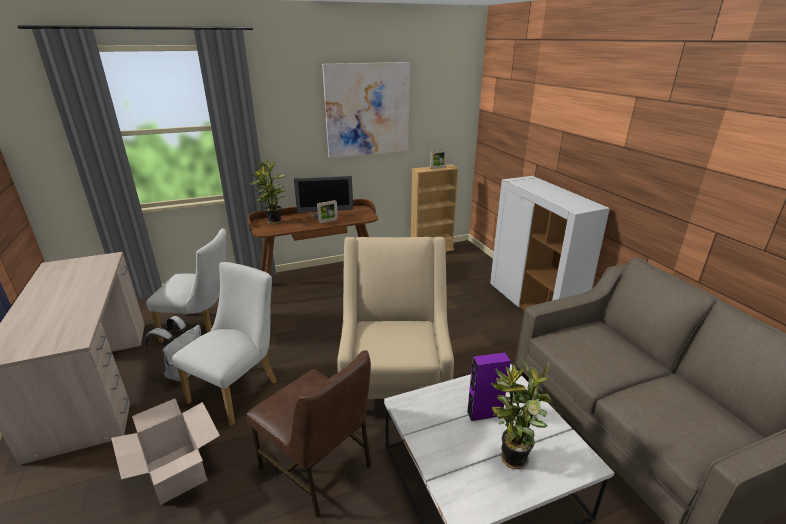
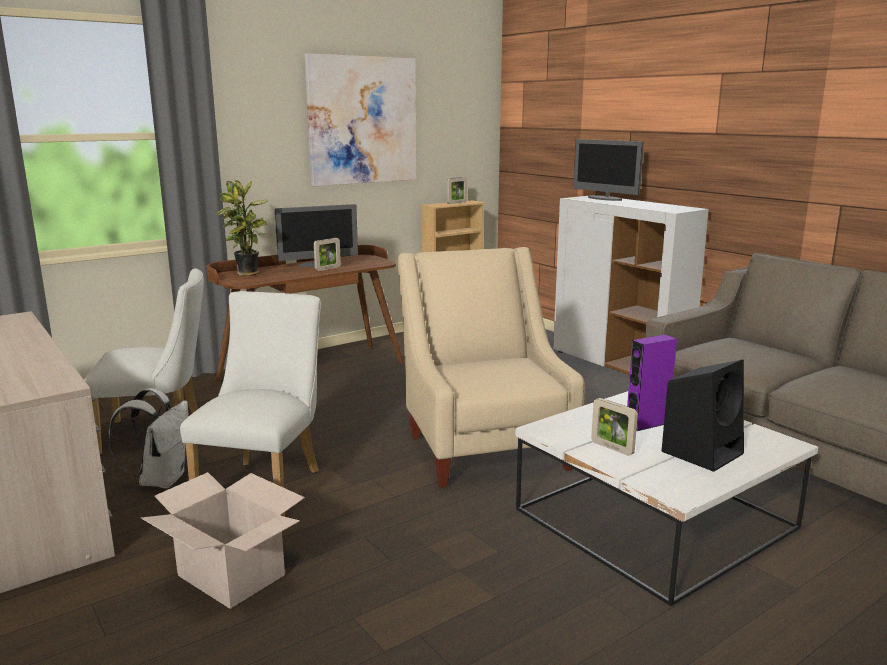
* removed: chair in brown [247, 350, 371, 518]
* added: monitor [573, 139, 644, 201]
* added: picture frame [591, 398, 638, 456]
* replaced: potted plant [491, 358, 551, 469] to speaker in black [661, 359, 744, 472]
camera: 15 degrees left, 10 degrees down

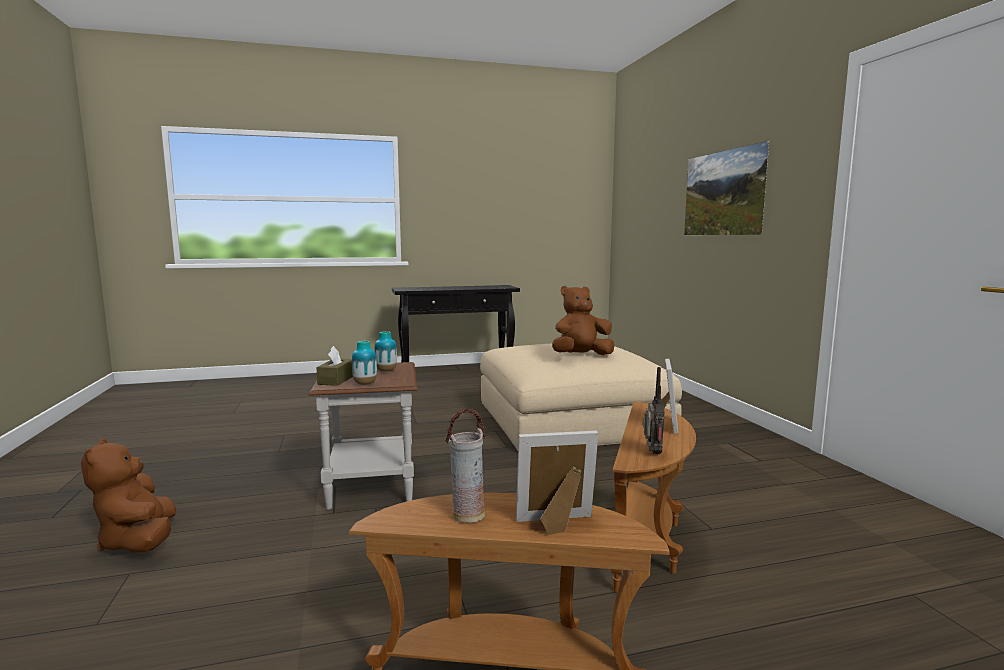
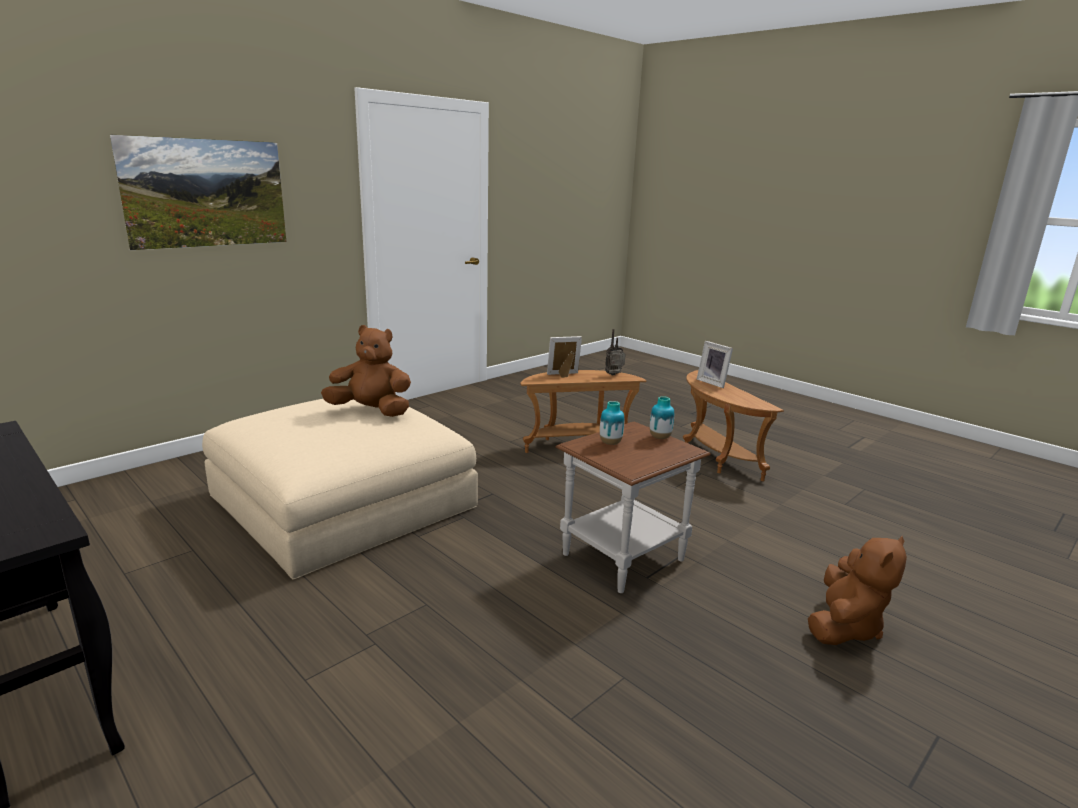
* removed: tissue box in brown [316, 346, 353, 386]
* removed: vase [445, 408, 486, 523]
* turned: plush toy in brown [552, 286, 614, 355] = [321, 325, 411, 417] 150 degrees clockwise
camera: 120 degrees left, 10 degrees up

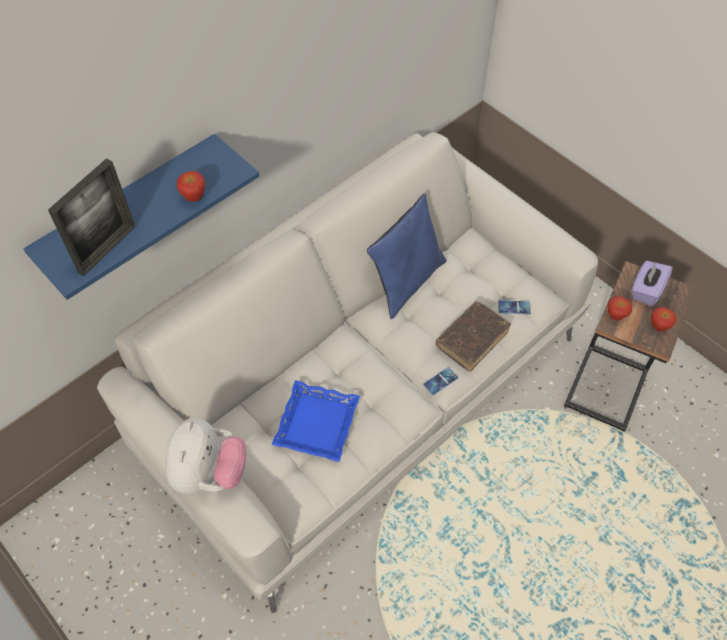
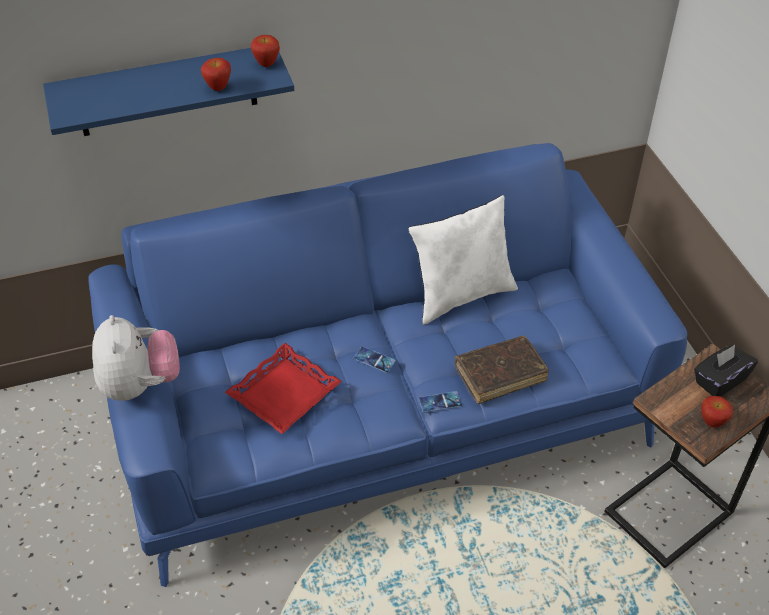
* removed: picture frame [48, 158, 136, 276]
* moved: phone [498, 300, 531, 315] to [354, 346, 396, 373]
* moved: apple [607, 296, 632, 321] to [251, 35, 280, 67]
* recoloured: sofa in white [97, 132, 598, 613] to sofa in blue [88, 143, 687, 587]
* recoloured: tray in blue [272, 380, 360, 462] to tray in red [225, 343, 342, 434]
* recoloured: pillow in blue [367, 193, 447, 319] to pillow in white [408, 195, 518, 325]
* recoloured: tissue box in purple [632, 261, 672, 306] to tissue box in black [694, 345, 758, 397]
* turned: plush toy [166, 418, 246, 494] = [92, 315, 180, 401] 45 degrees counterclockwise
camera: 25 degrees right, 10 degrees down

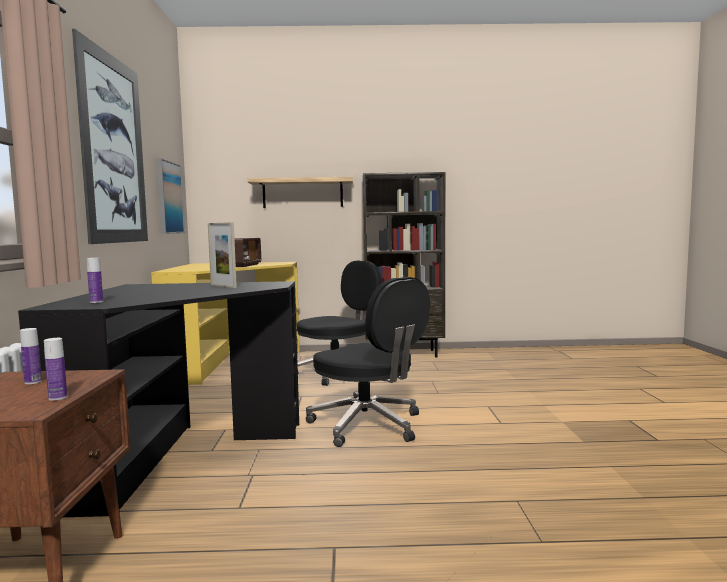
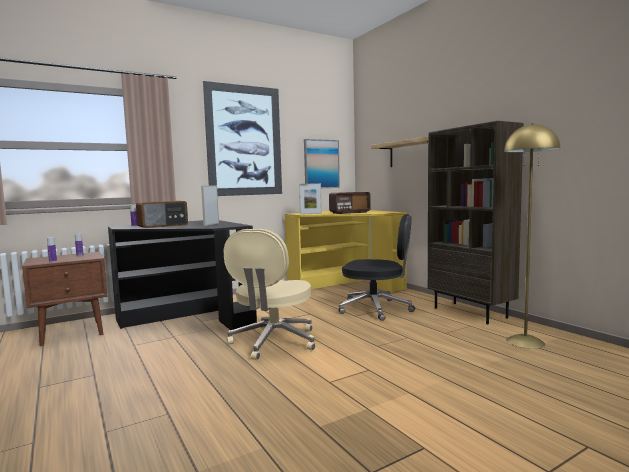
* added: radio [136, 201, 188, 228]
* added: picture frame [299, 183, 322, 215]
* added: floor lamp in yellow [504, 123, 560, 349]
* recoloured: office chair in black [306, 277, 430, 447] to office chair in beige [223, 229, 316, 360]
camera: 60 degrees right, 0 degrees up

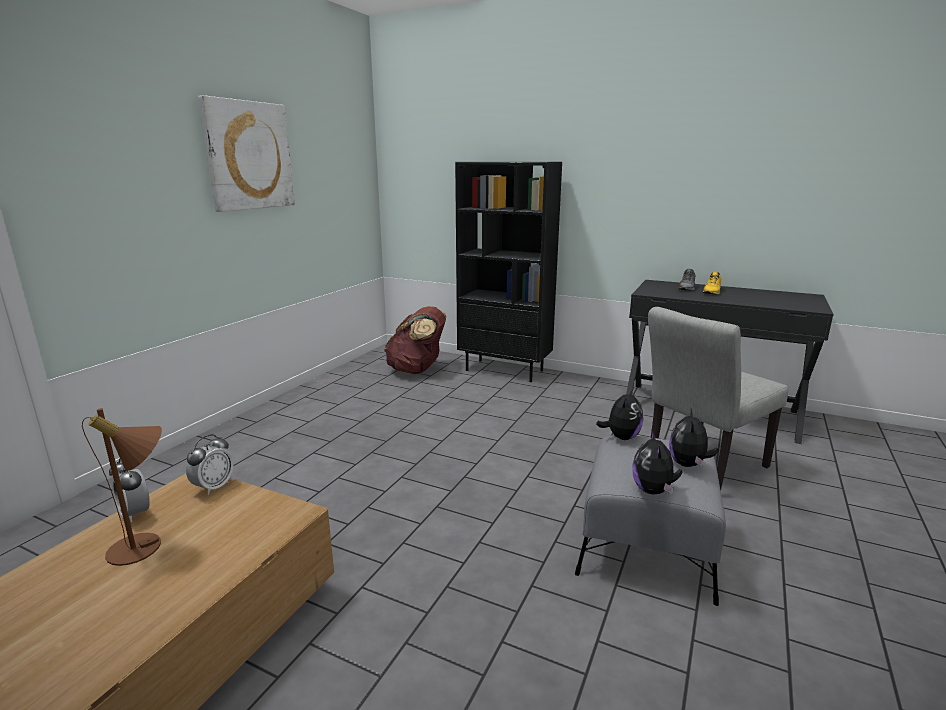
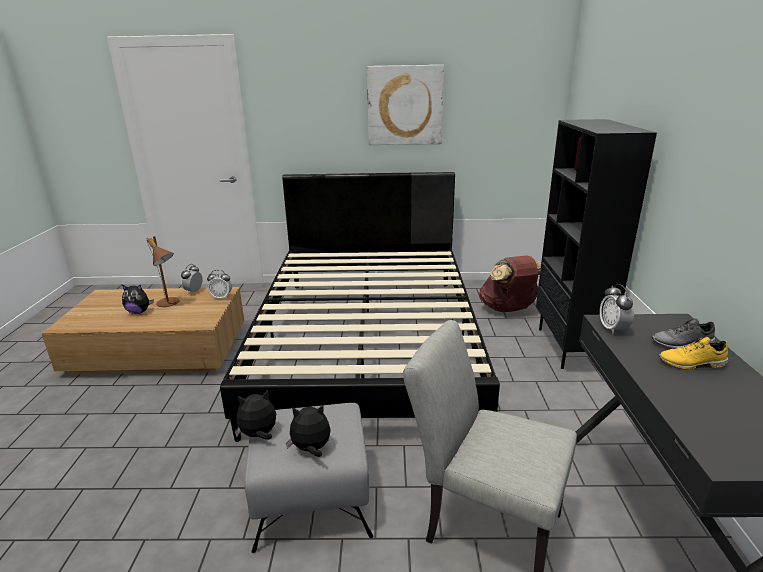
* added: bed in black [220, 172, 500, 442]
* added: alarm clock [600, 284, 634, 334]
* moved: plush toy [596, 389, 643, 440] to [122, 285, 154, 314]
camera: 65 degrees right, 5 degrees up

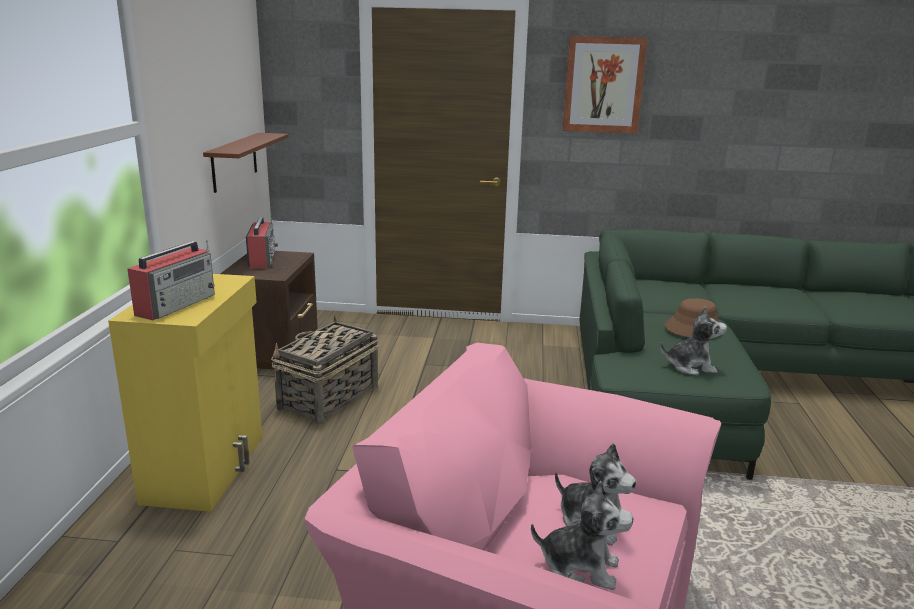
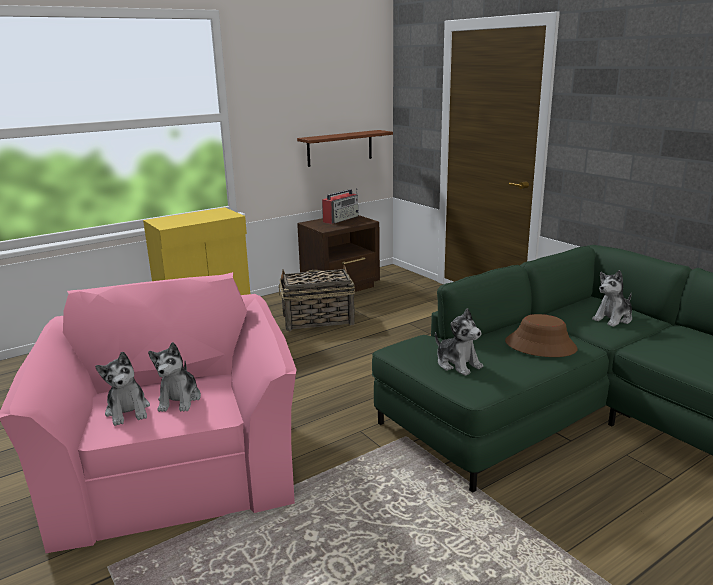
* removed: radio [127, 239, 215, 320]
* removed: picture [563, 36, 648, 134]
* added: plush toy [592, 270, 632, 327]
camera: 50 degrees right, 0 degrees up

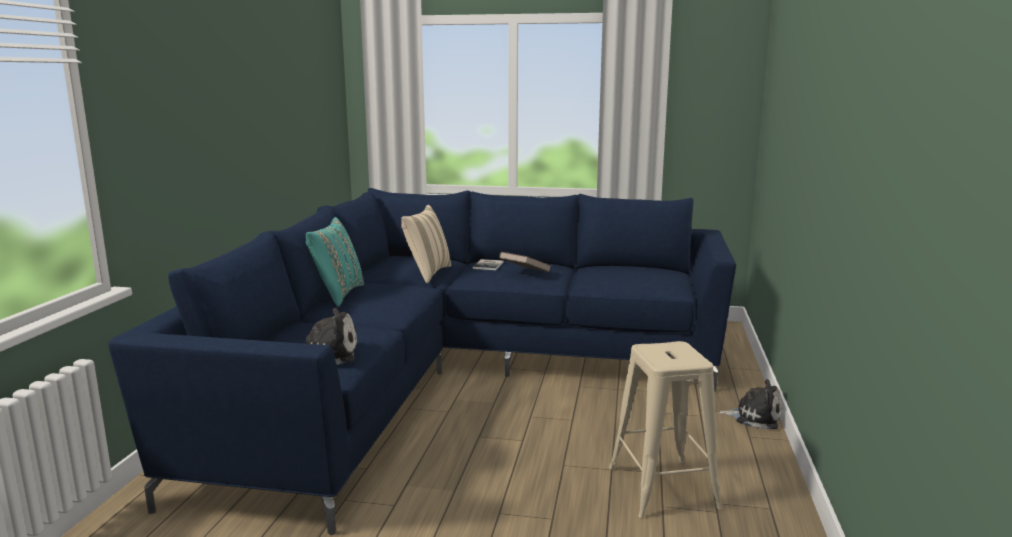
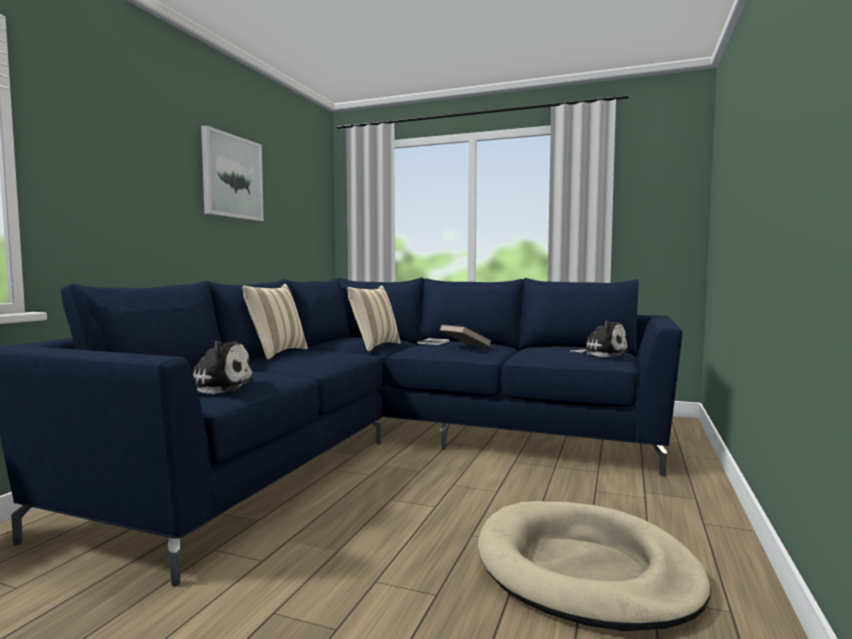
* added: picture [201, 126, 264, 221]
* moved: plush toy [718, 379, 782, 429] to [570, 320, 628, 357]
* replaced: stool in beige [609, 341, 722, 518] to dog bed in beige [478, 501, 711, 631]
* recoloured: pillow in turquoise [306, 217, 364, 307] to pillow in beige [242, 284, 308, 360]
camera: 10 degrees right, 10 degrees down

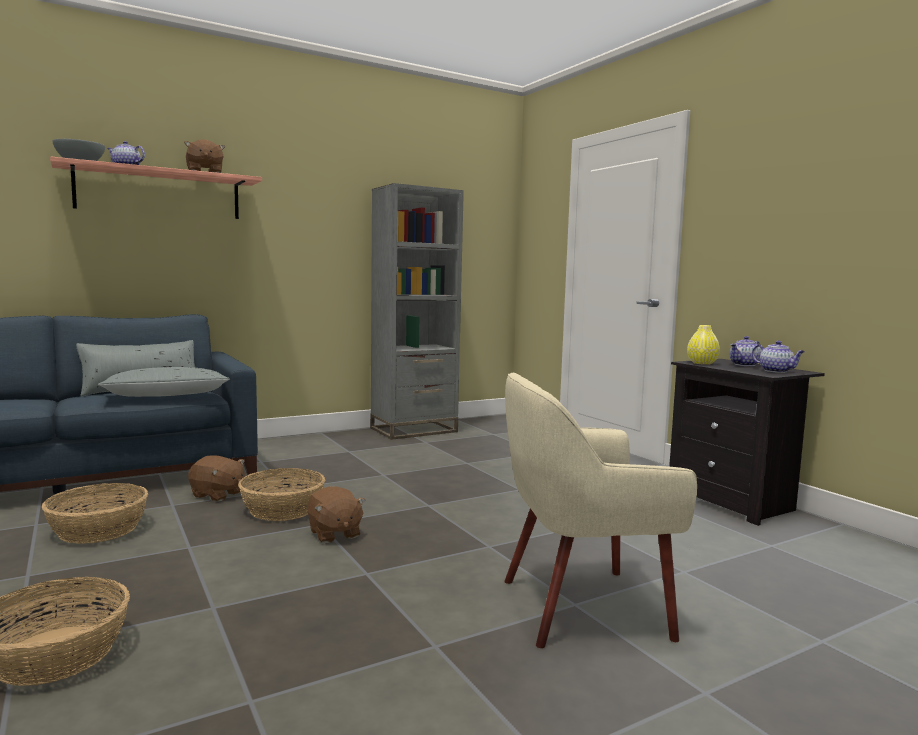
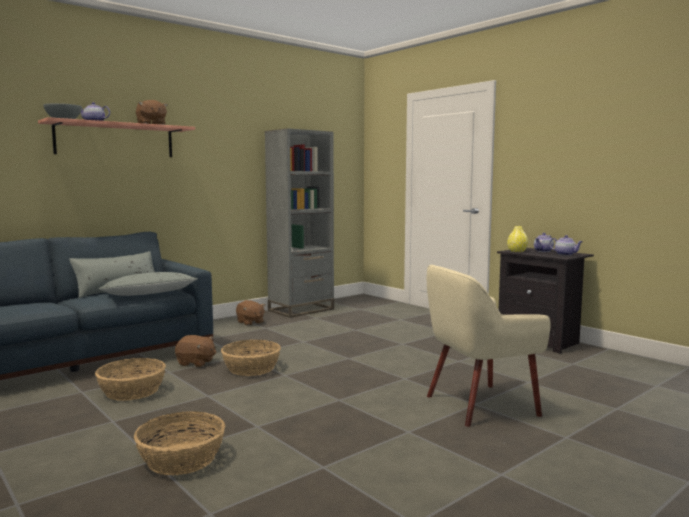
* moved: plush toy in brown [307, 486, 366, 543] to [236, 300, 265, 326]
camera: 10 degrees left, 0 degrees up

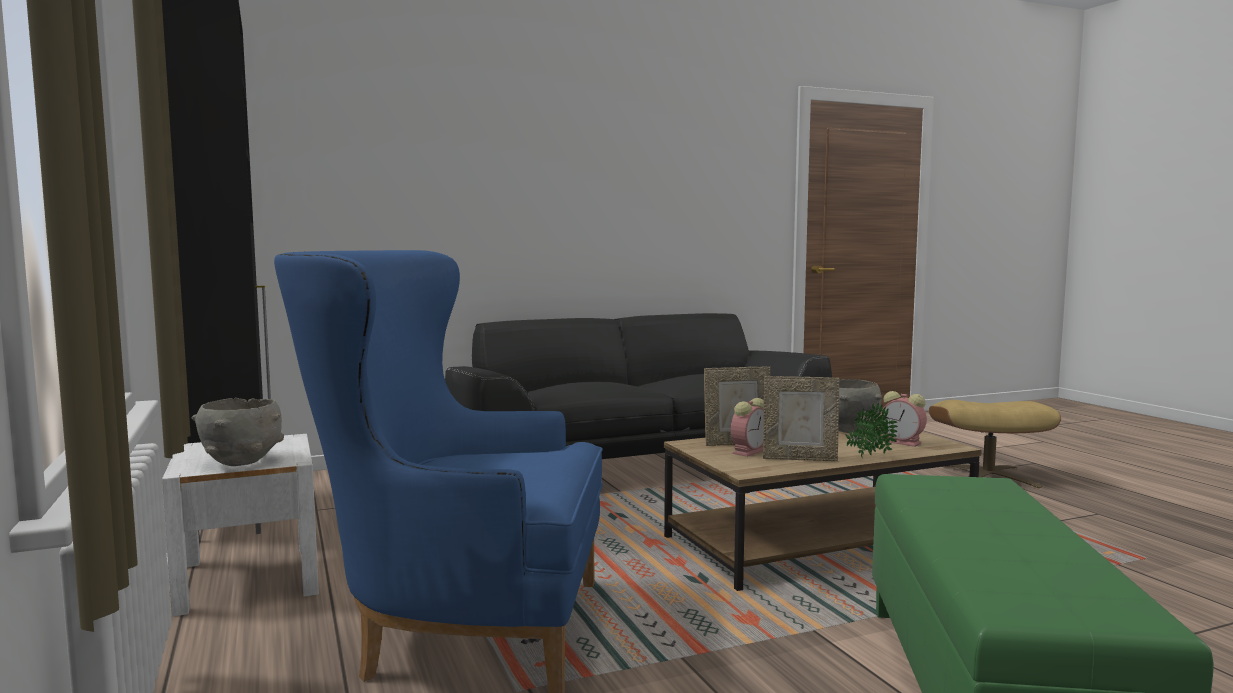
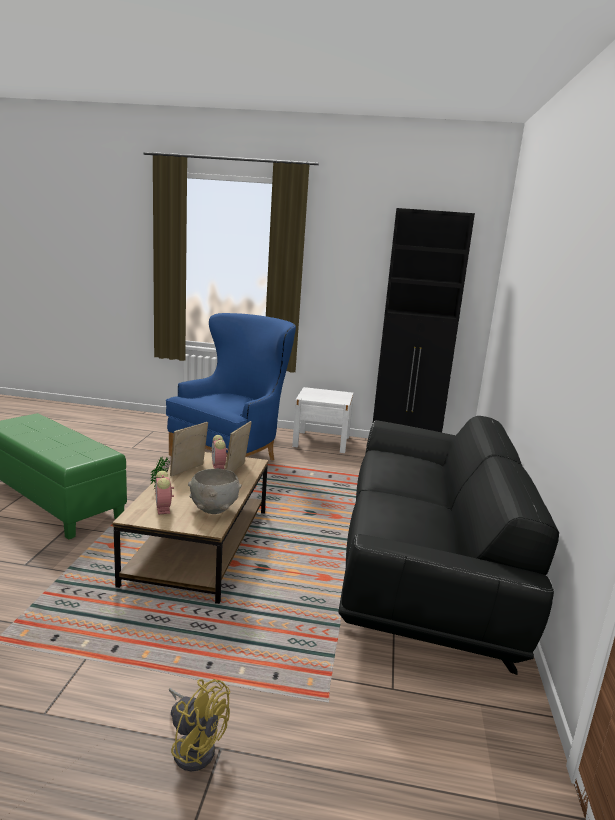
* removed: bowl in grey [192, 398, 284, 466]
* replaced: ottoman in beige [929, 400, 1061, 489] to fan in yellow [169, 679, 230, 772]
* turned: alarm clock [881, 391, 927, 447] = [155, 471, 174, 515] 90 degrees counterclockwise
camera: 120 degrees right, 10 degrees up

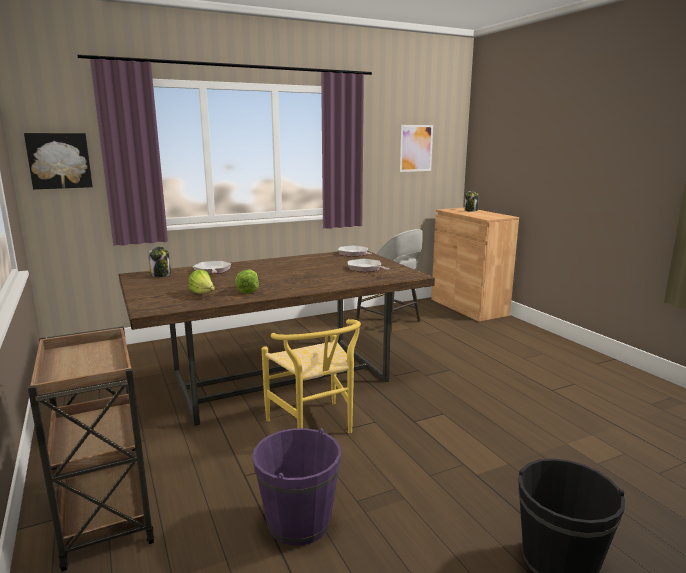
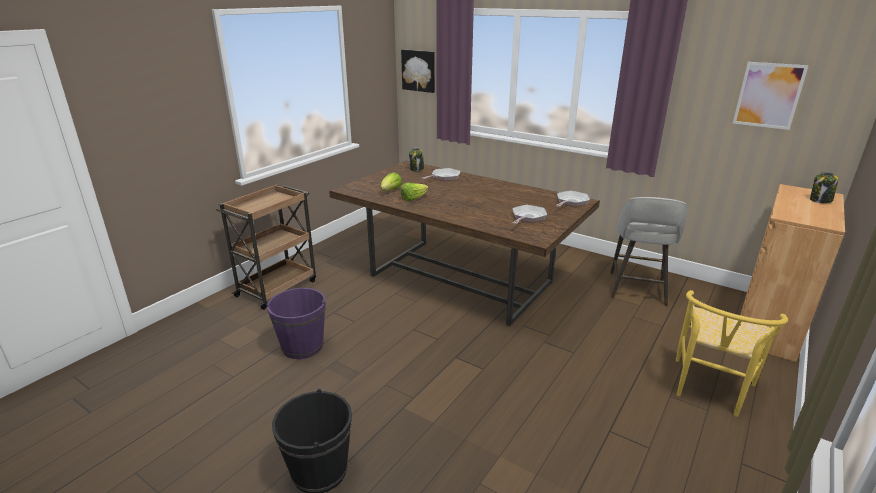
* moved: chair in yellow [262, 319, 361, 433] to [676, 290, 788, 417]
camera: 60 degrees right, 10 degrees up

